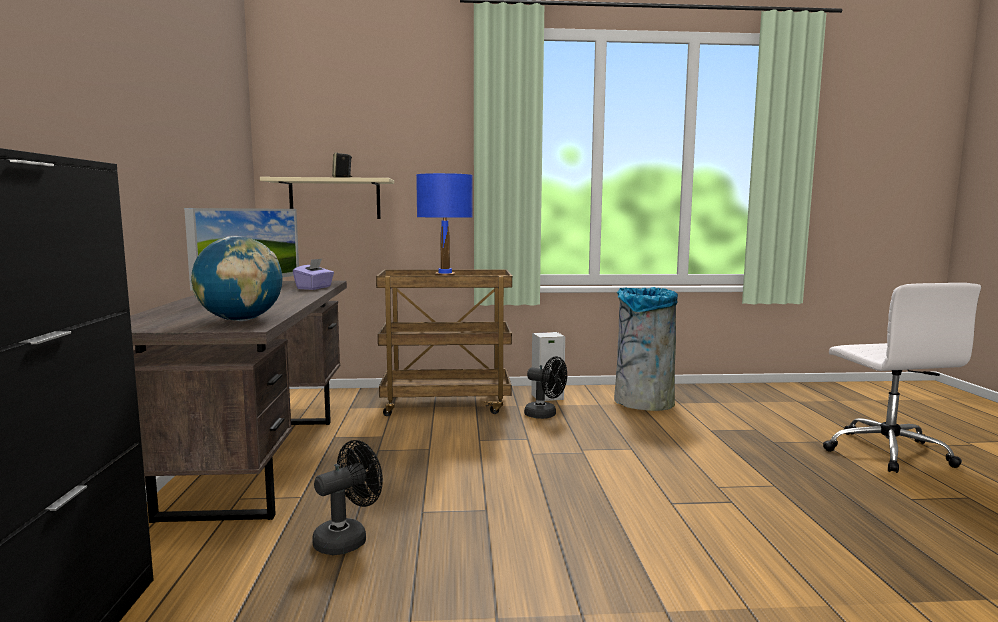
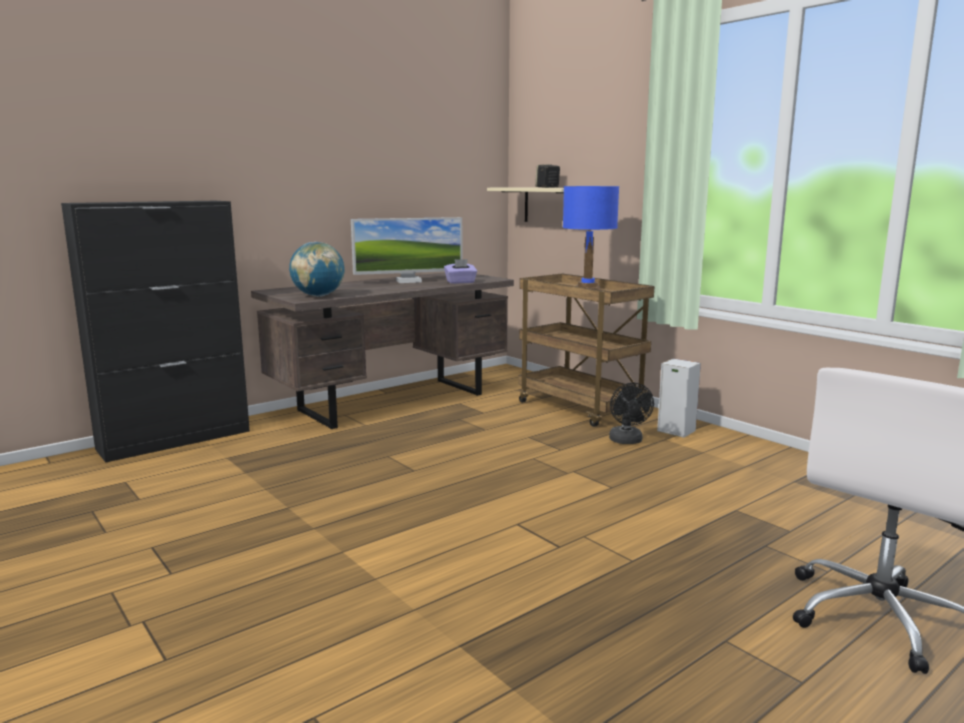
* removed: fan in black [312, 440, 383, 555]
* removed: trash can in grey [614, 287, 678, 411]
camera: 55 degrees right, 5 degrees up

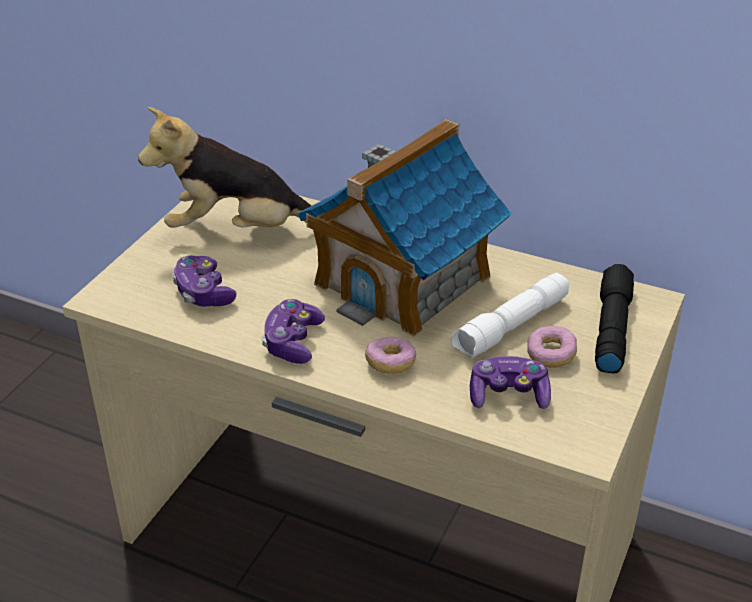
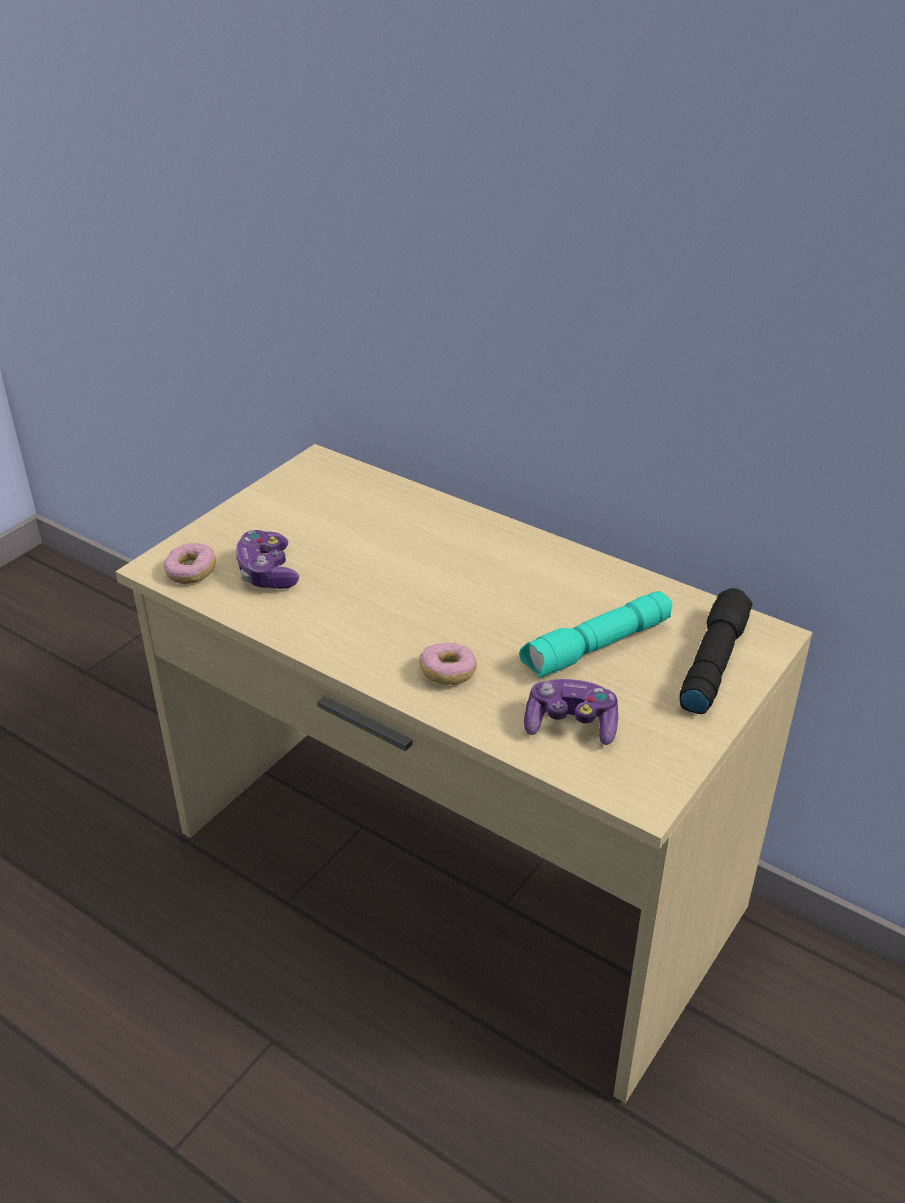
* removed: plush toy [138, 107, 311, 228]
* removed: game controller [261, 299, 325, 364]
* removed: toy house [298, 119, 512, 337]
* moved: donut [527, 326, 577, 368] to [164, 543, 216, 584]
* recoloured: flashlight in white [451, 273, 569, 359] to flashlight in turquoise [519, 591, 672, 678]
camera: 10 degrees right, 0 degrees up

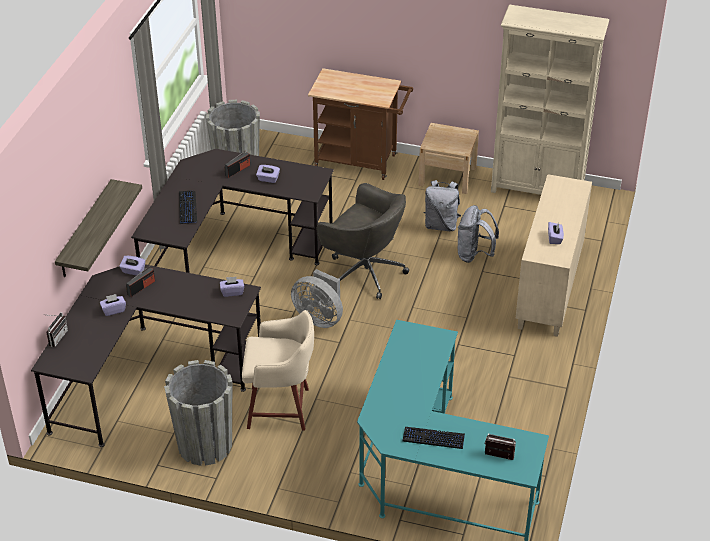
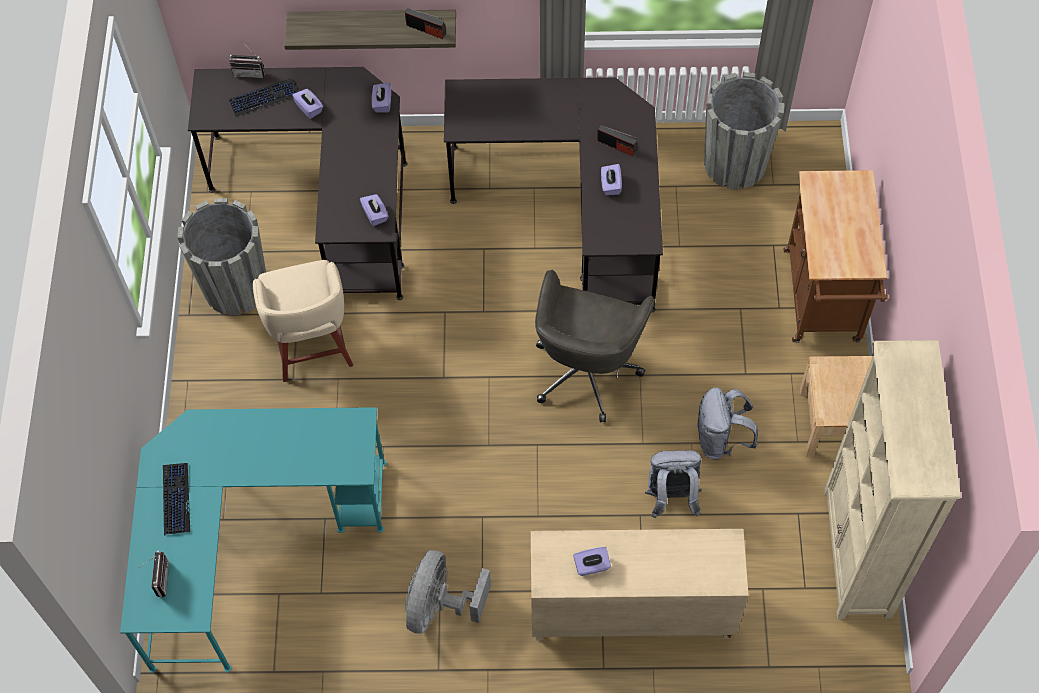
* moved: radio [126, 266, 155, 297] to [405, 8, 446, 39]
* moved: keyboard [179, 191, 197, 224] to [228, 78, 297, 117]
* moved: fan in grey [291, 269, 343, 328] to [405, 550, 491, 634]
camera: 75 degrees right, 20 degrees up

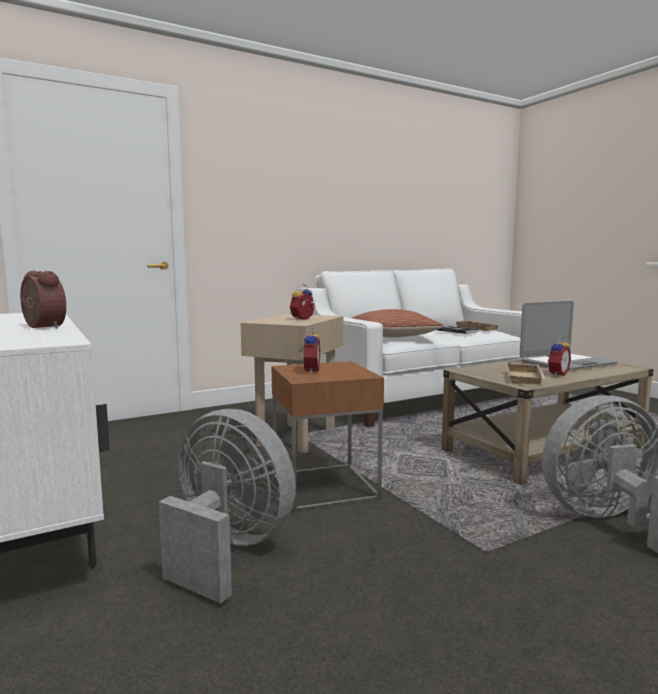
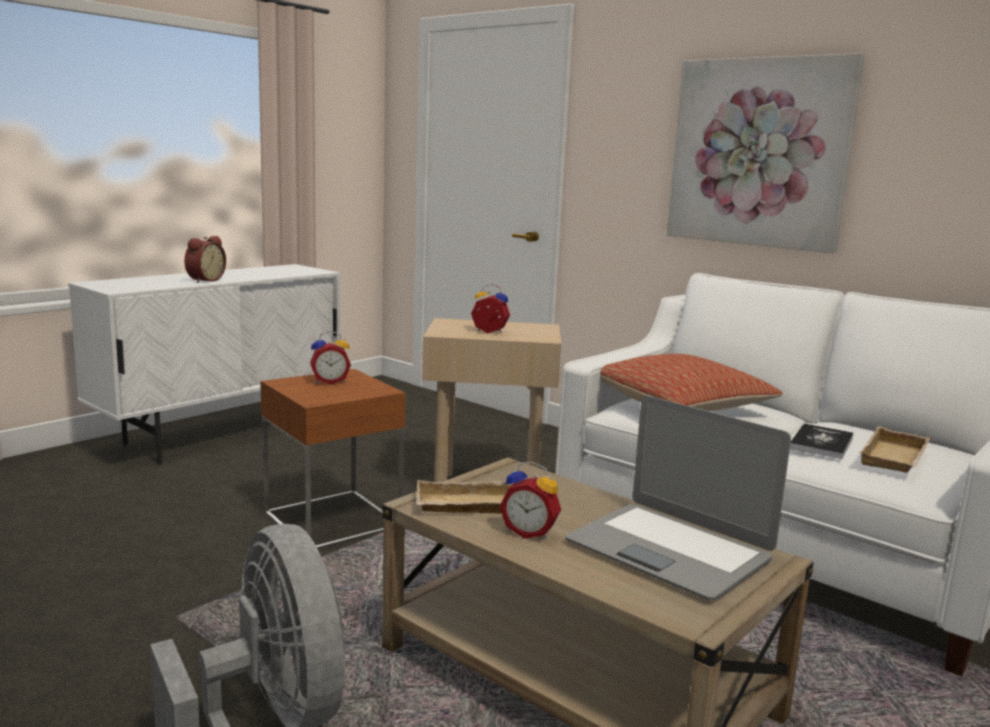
* removed: fan in grey [159, 409, 296, 603]
* added: picture [667, 53, 865, 253]
camera: 70 degrees right, 5 degrees up

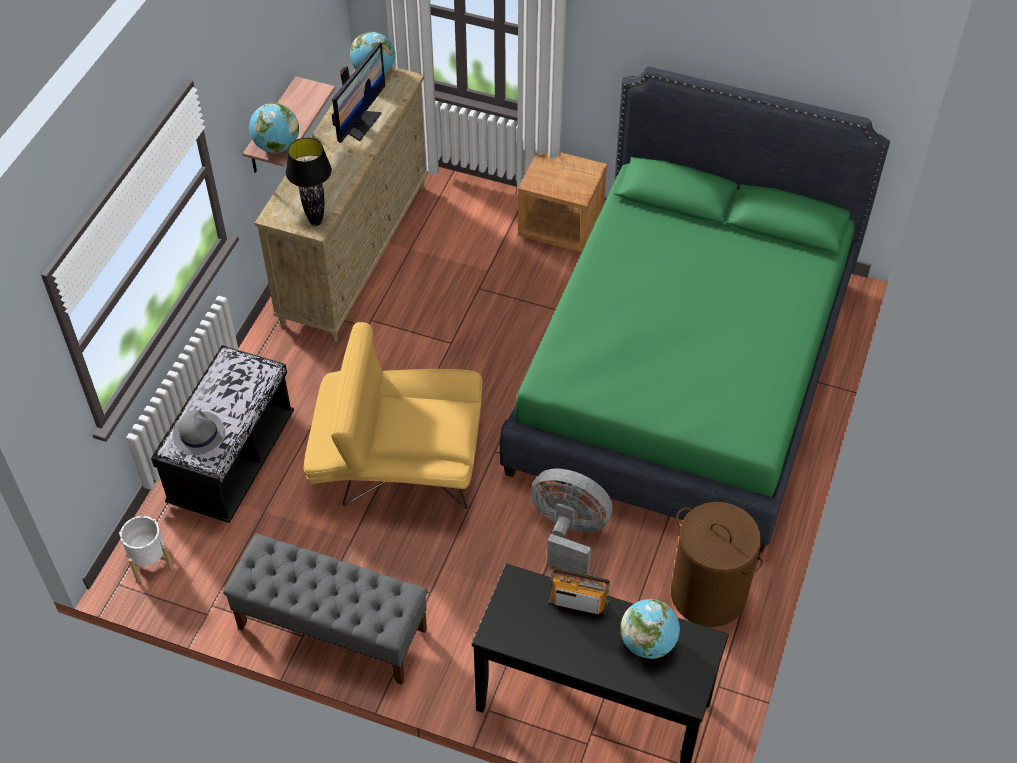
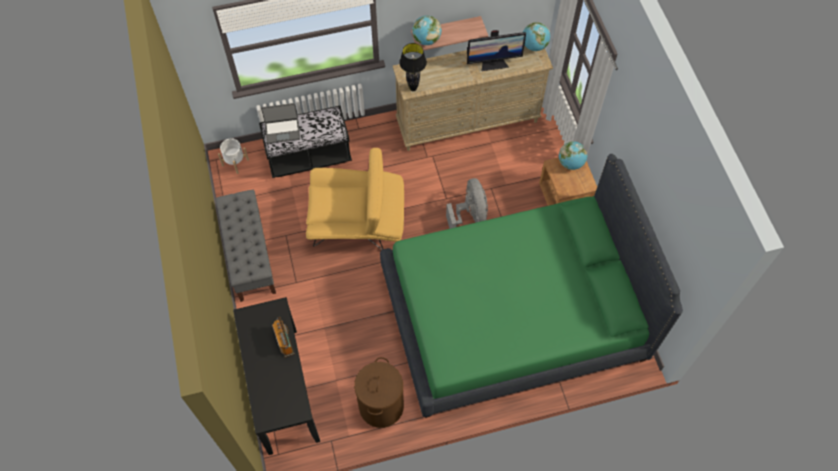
* moved: fan in grey [531, 469, 613, 575] to [446, 178, 488, 229]
* moved: globe [620, 599, 680, 659] to [559, 141, 587, 170]
* replaced: hat in grey [173, 410, 225, 455] to laptop [261, 103, 300, 144]
* turned: armchair in yellow [304, 322, 482, 509] = [306, 148, 404, 250] 120 degrees clockwise
camera: 55 degrees right, 10 degrees up

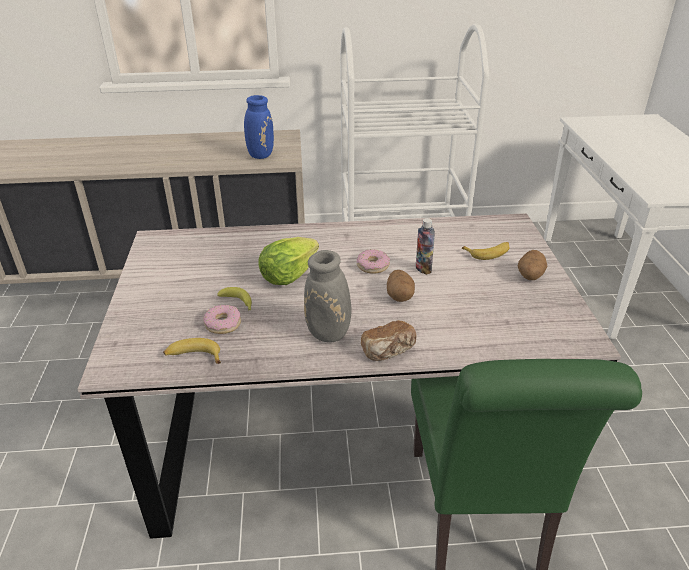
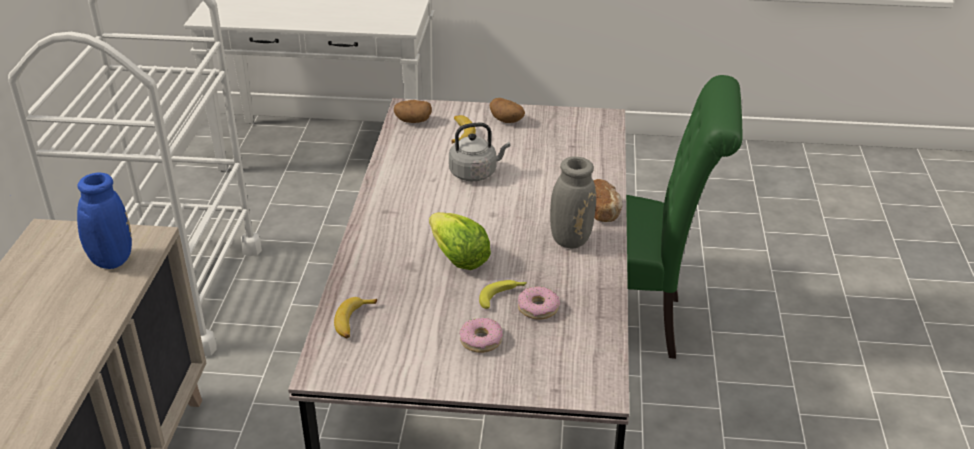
* moved: banana [163, 338, 221, 364] to [334, 297, 377, 338]
* moved: donut [357, 249, 390, 274] to [459, 318, 503, 353]
* moved: potato [387, 270, 415, 302] to [394, 100, 432, 123]
* replaced: bottle [416, 218, 435, 275] to kettle in grey [449, 122, 510, 181]
camera: 80 degrees left, 0 degrees up

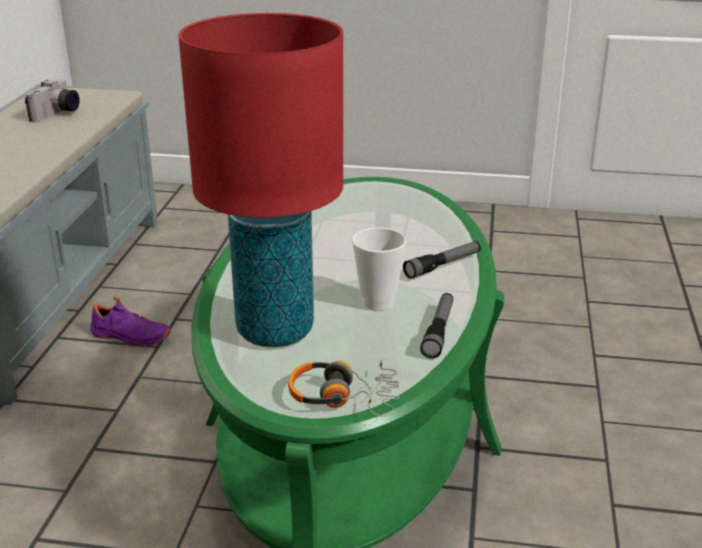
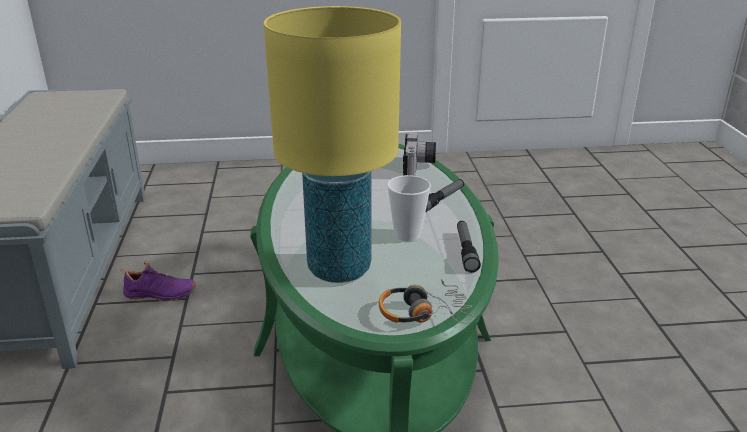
* moved: photo camera [25, 79, 80, 122] to [403, 132, 436, 176]
* recoloured: table lamp in red [178, 13, 343, 348] to table lamp in yellow [264, 6, 401, 283]
camera: 15 degrees left, 0 degrees up

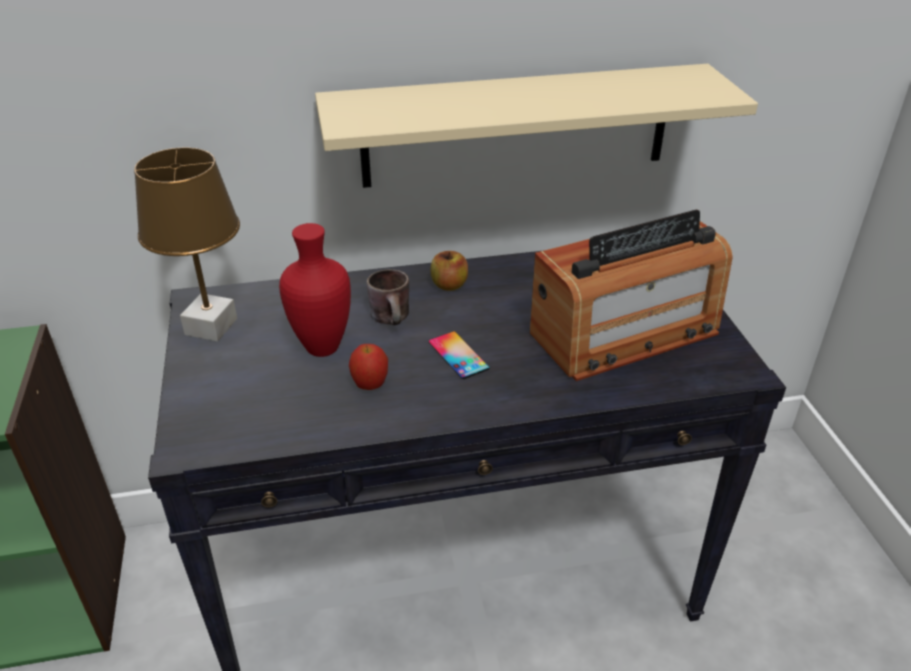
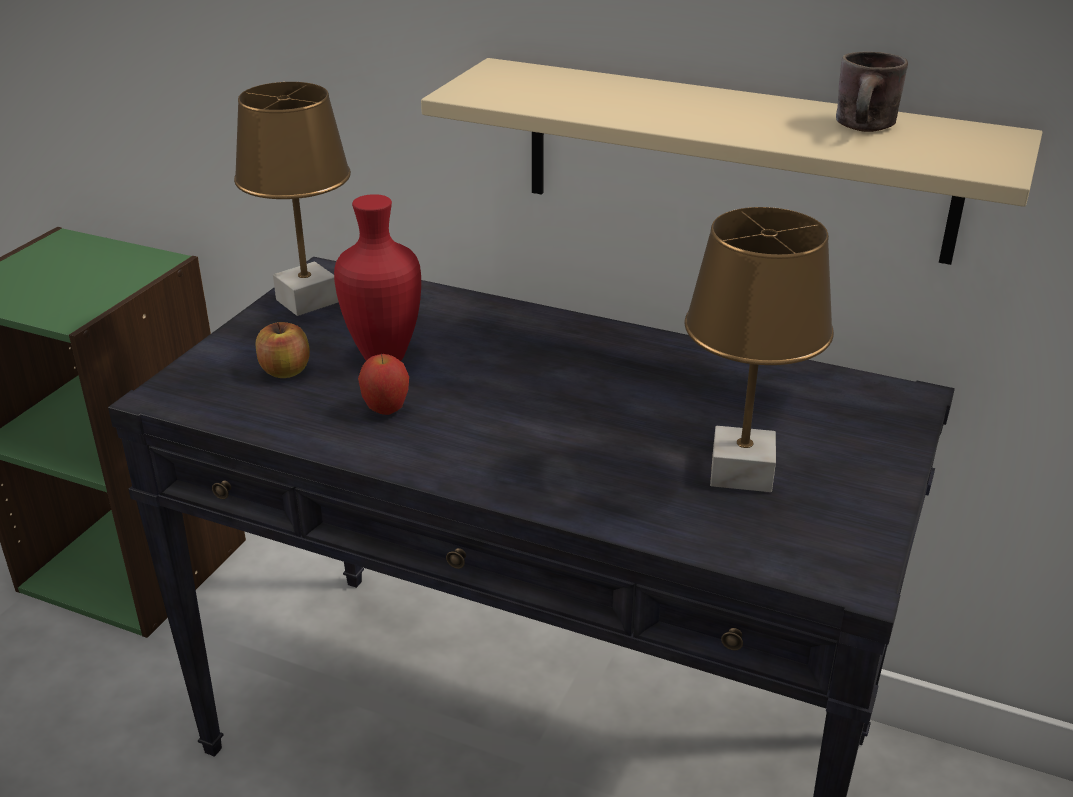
* removed: phone [429, 331, 490, 379]
* moved: mug in brown [367, 269, 409, 325] to [836, 51, 908, 132]
* moved: apple [431, 251, 468, 291] to [255, 322, 310, 378]
* replaced: radio [530, 210, 733, 381] to table lamp in brown [685, 207, 834, 492]
camera: 35 degrees right, 5 degrees down

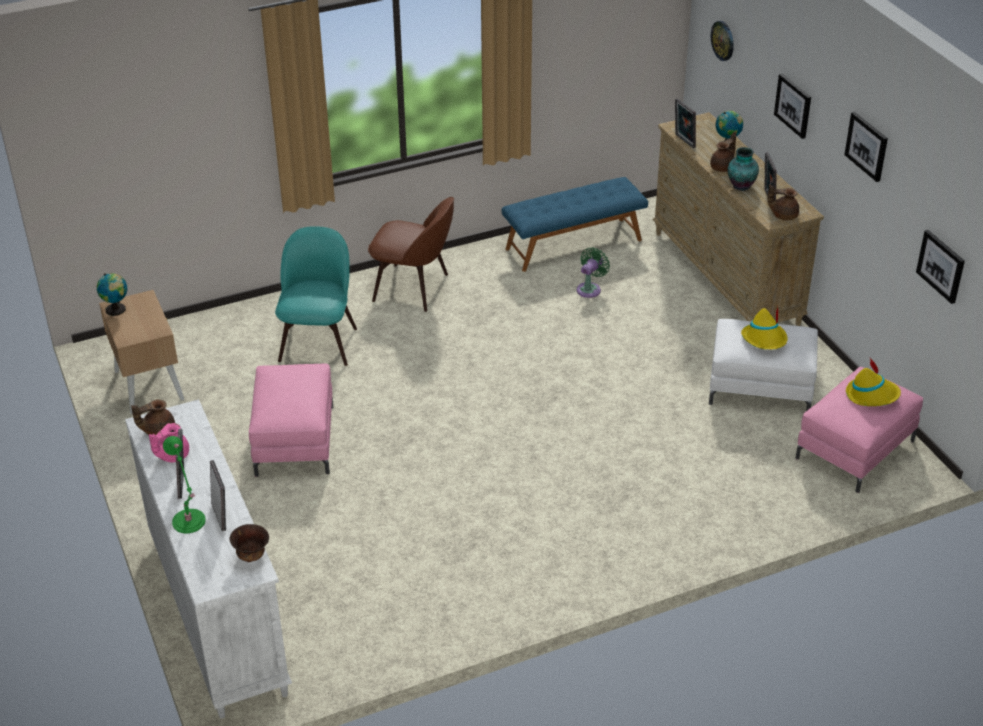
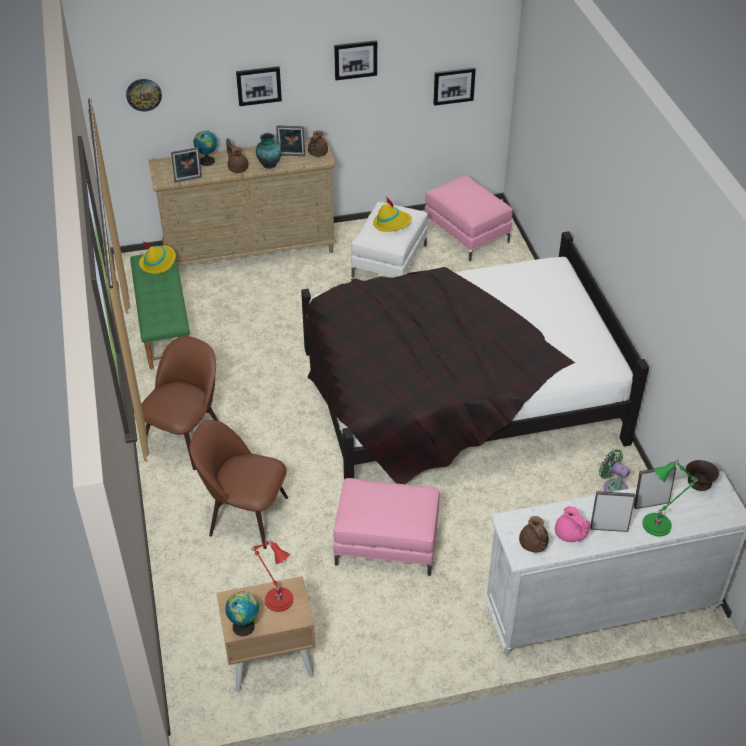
* added: table lamp in red [250, 540, 293, 612]
* added: bed in black [301, 231, 649, 484]
* moved: fan in green [577, 247, 610, 298] to [599, 449, 630, 492]
* moved: hat in yellow [846, 358, 901, 406] to [139, 242, 176, 274]
* recoloured: chair in turquoise [275, 226, 357, 366] to chair in brown [190, 420, 288, 549]
* recoloured: bench in blue [501, 177, 648, 272] to bench in green [130, 254, 190, 369]
camera: 80 degrees left, 5 degrees up

